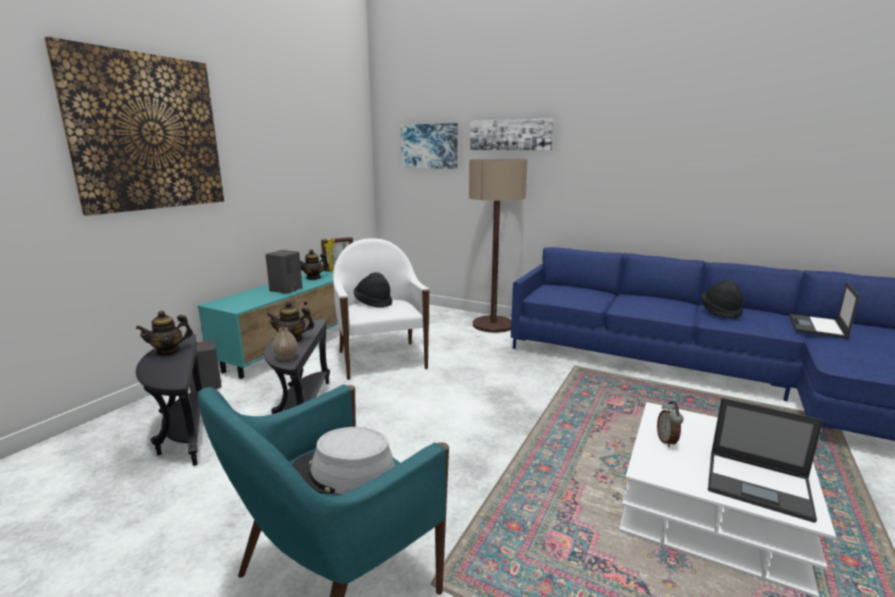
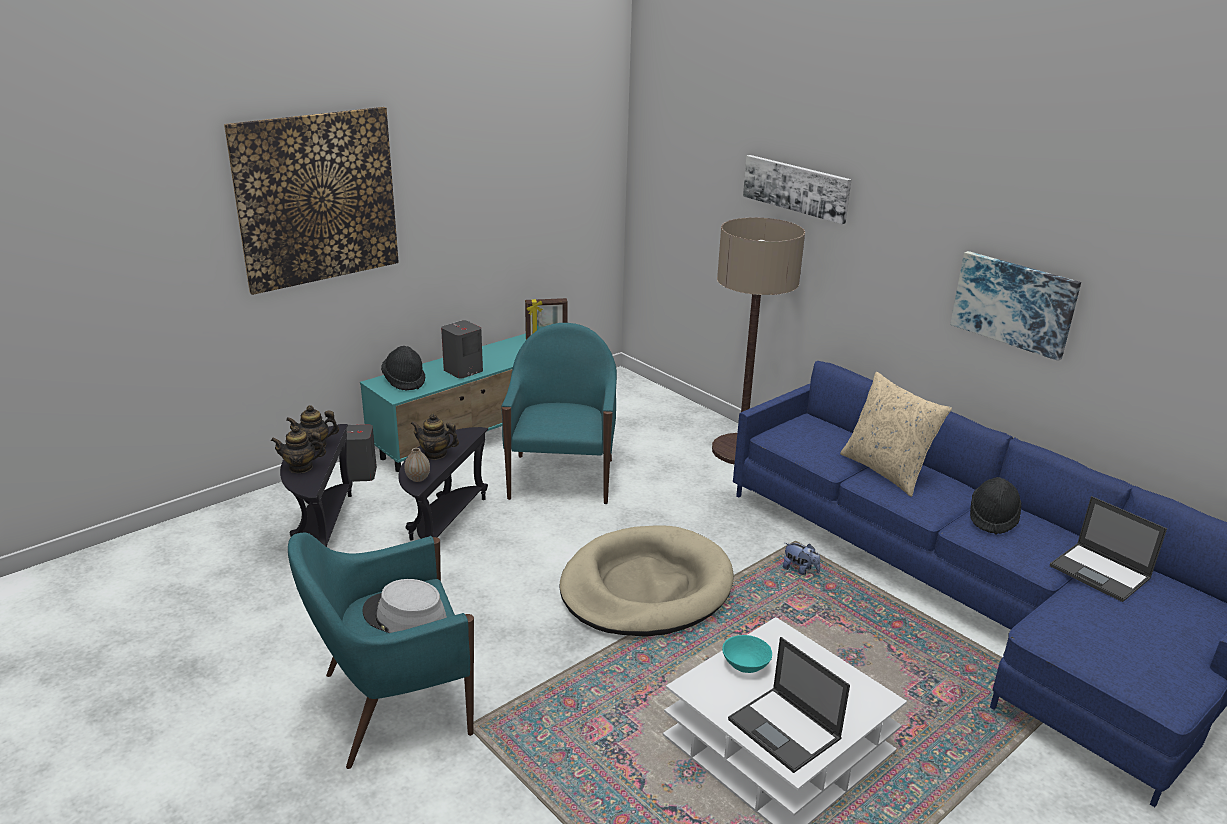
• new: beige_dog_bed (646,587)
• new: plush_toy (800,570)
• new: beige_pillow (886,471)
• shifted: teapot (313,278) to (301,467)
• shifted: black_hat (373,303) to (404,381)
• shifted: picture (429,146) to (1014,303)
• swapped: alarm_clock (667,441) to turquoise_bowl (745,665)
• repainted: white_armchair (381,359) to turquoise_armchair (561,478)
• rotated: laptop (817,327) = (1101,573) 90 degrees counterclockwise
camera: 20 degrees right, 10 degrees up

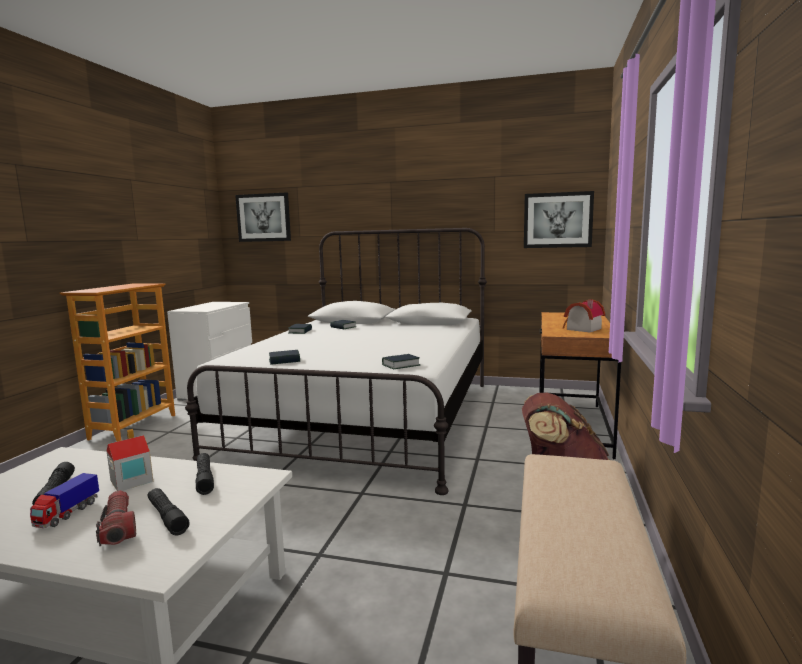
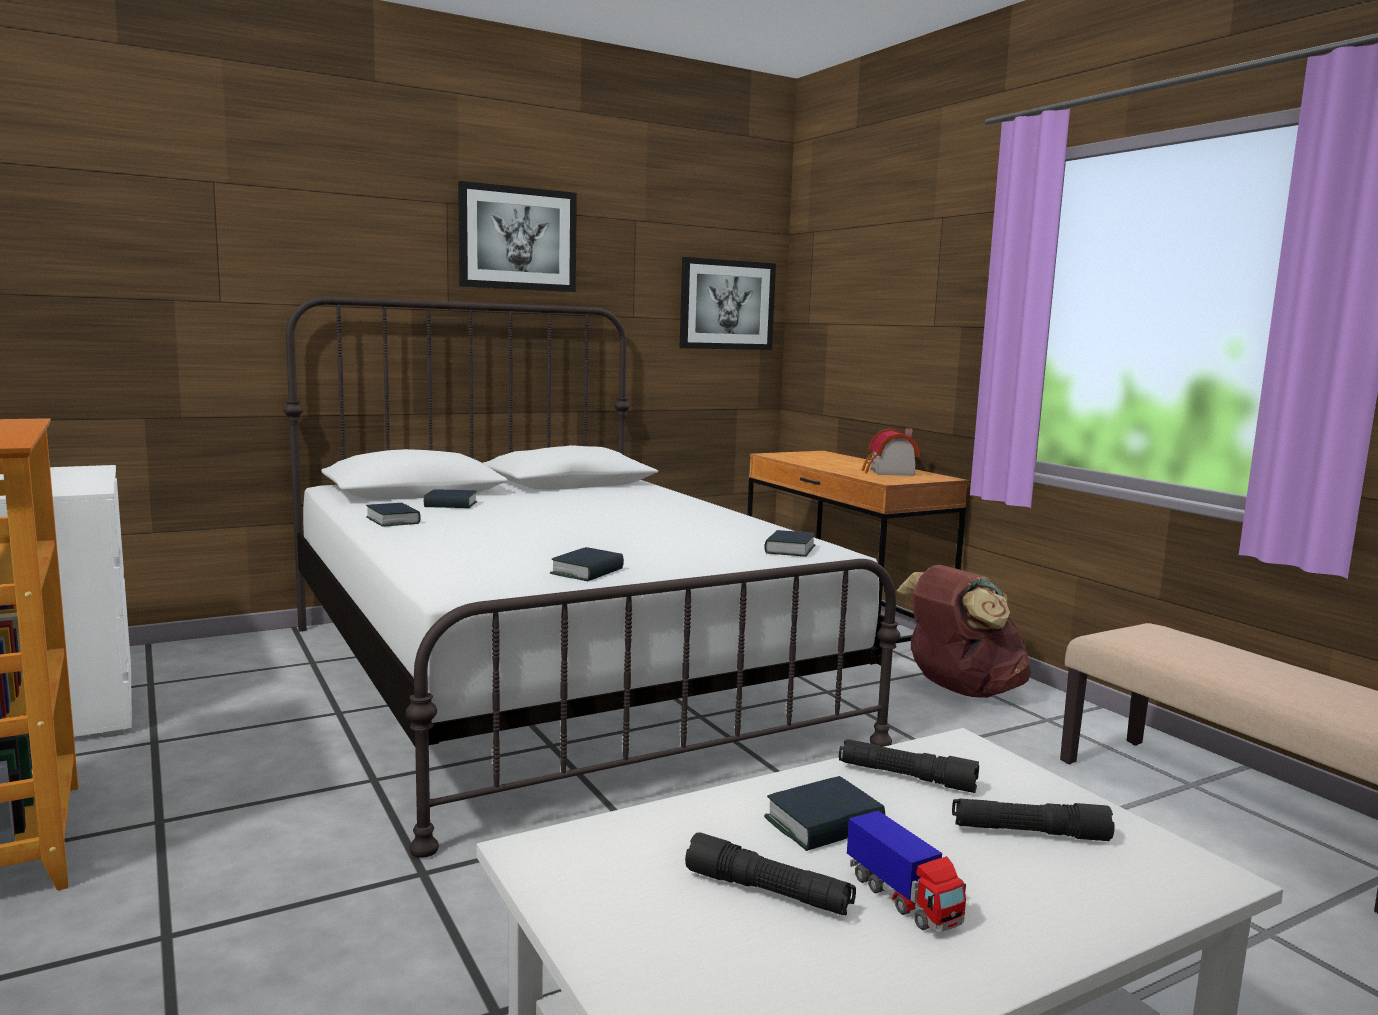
• gone: flashlight (118,527)
• shifted: picture (263,217) to (517,238)
• swapped: toy_house (131,481) to book (824,824)
camera: 45 degrees left, 0 degrees up

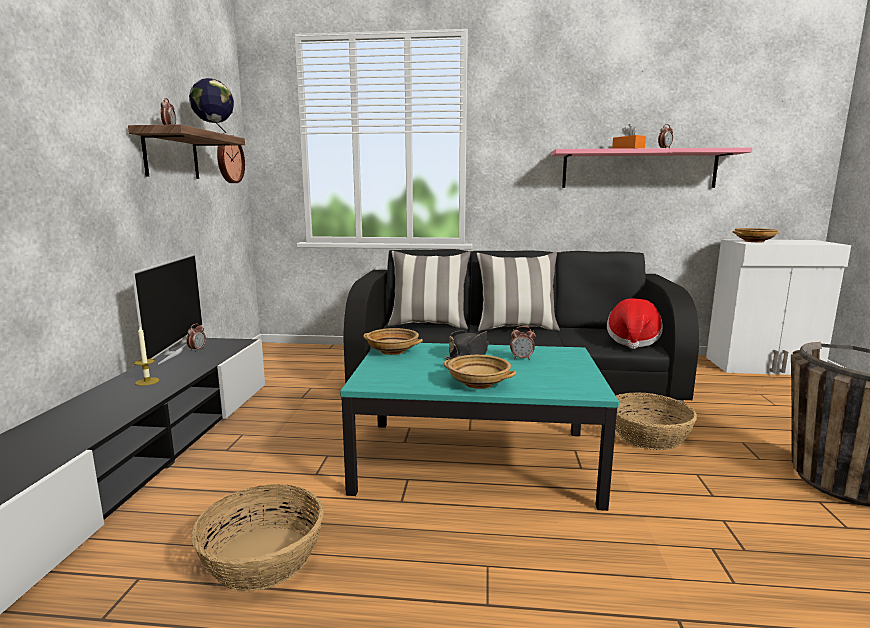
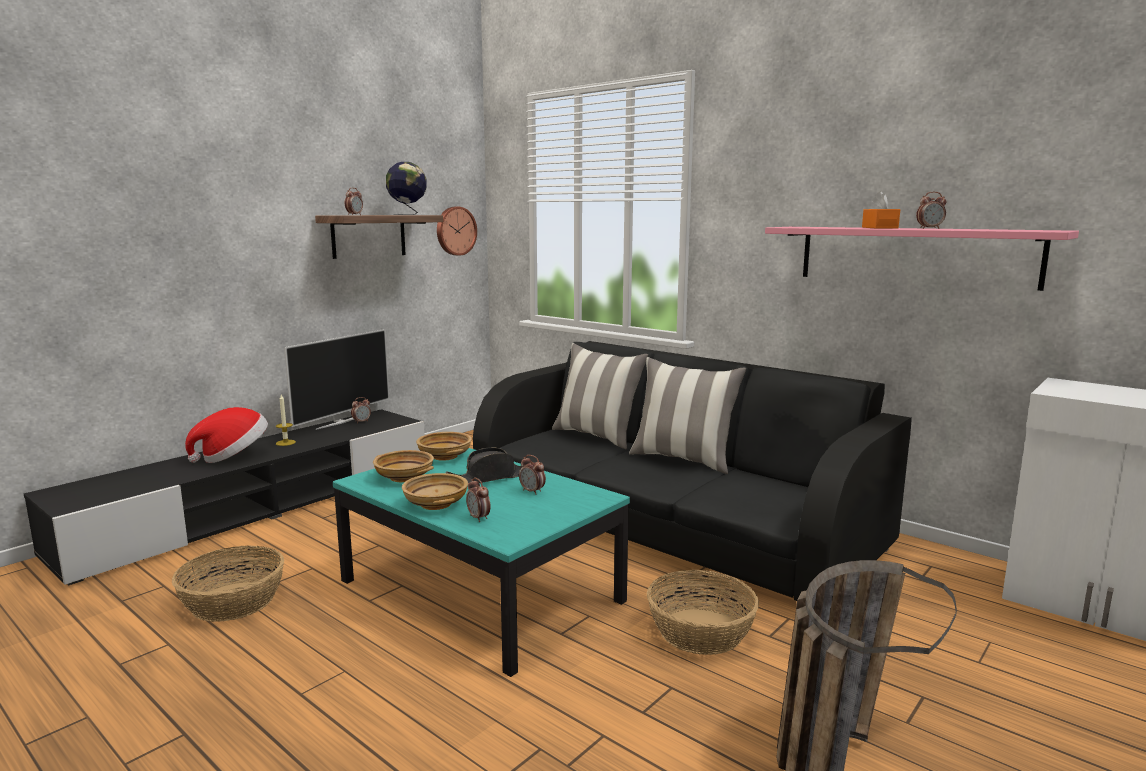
• new: alarm_clock (478,518)
• shifted: hat (632,341) to (233,456)
• shifted: beige_bowl (754,241) to (405,477)
camera: 35 degrees right, 0 degrees up

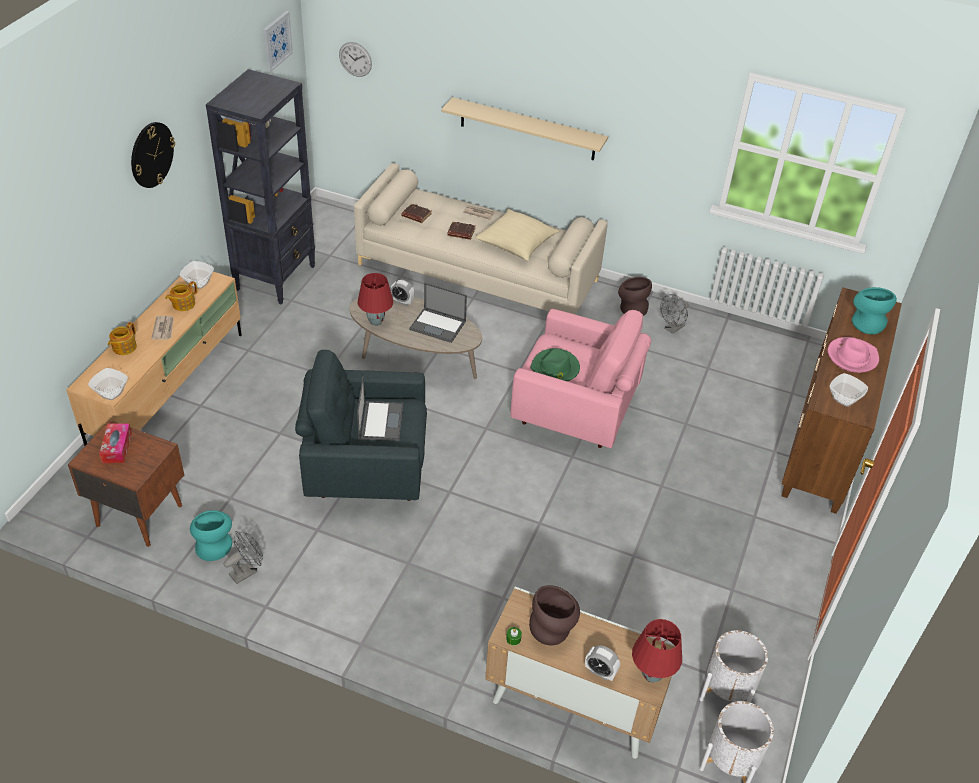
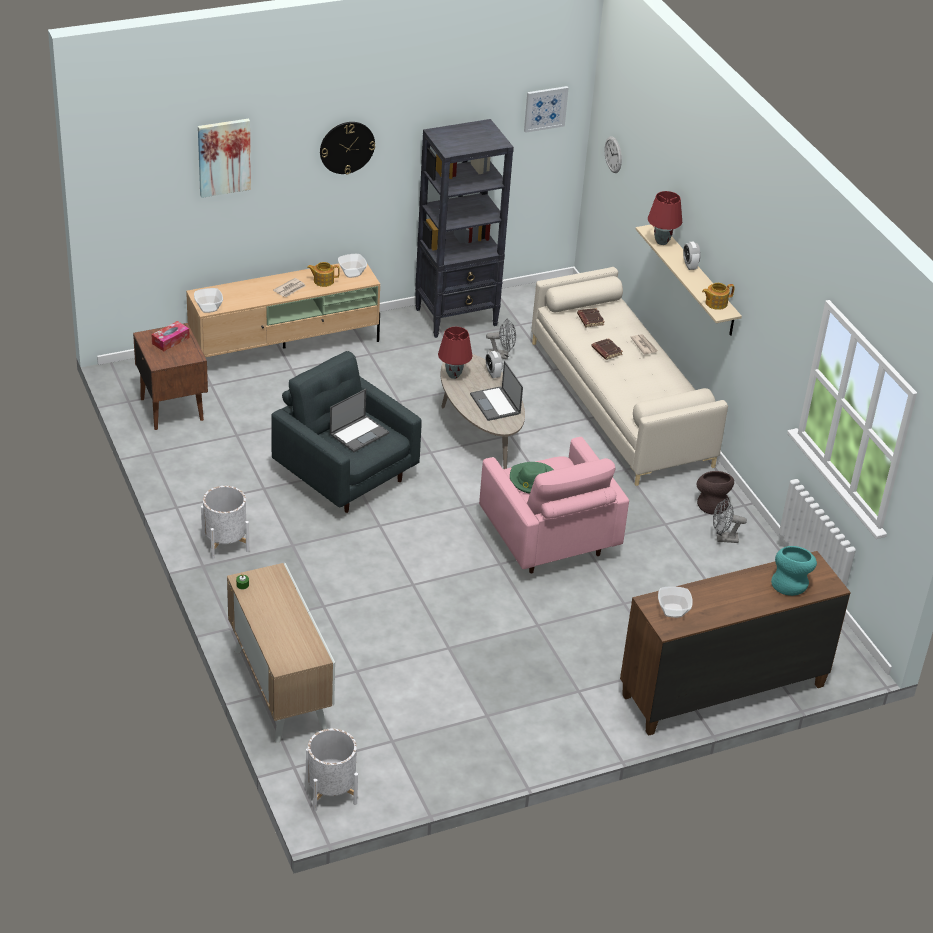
• gone: turquoise_vase (214,545)
• gone: beige_pillow (516,243)
• gone: brown_vase (553,629)
• gone: pink_hat (852,357)
• new: picture (224,157)
• shifted: teapot (123,347) to (715,303)
• shifted: grey_fan (247,571) to (502,355)
• shifted: alarm_clock (600,672) to (689,265)
• shifted: red_table_lamp (650,675) to (661,241)
• shifted: white_planter (727,690) to (225,543)
camera: 45 degrees right, 5 degrees down

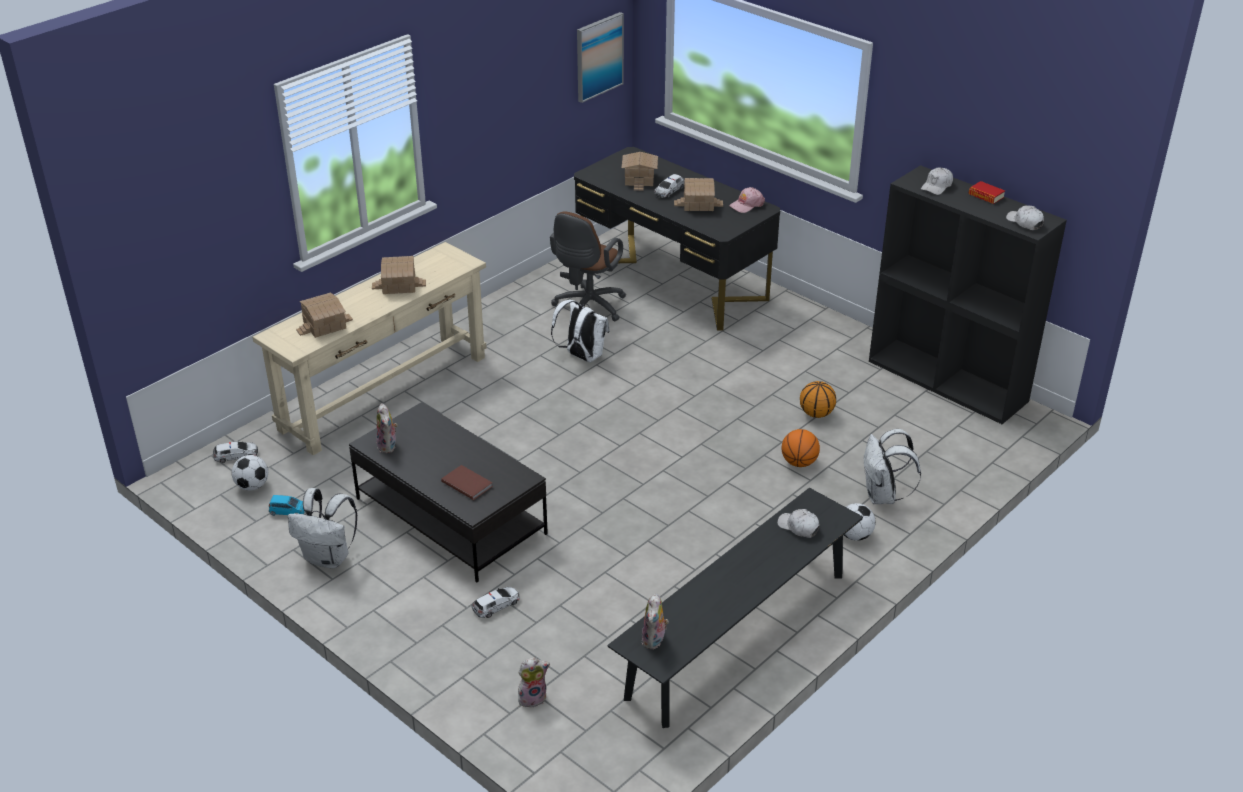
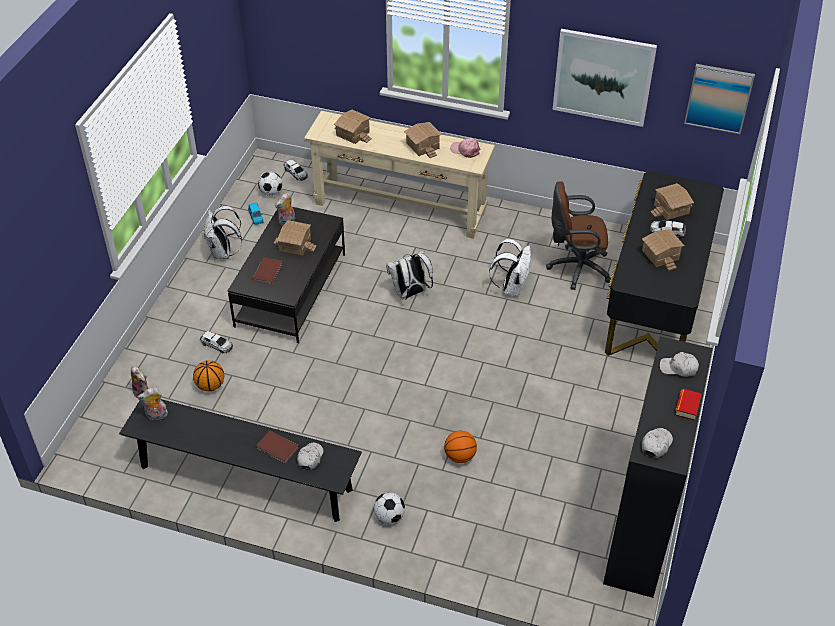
• new: brown_book (277,448)
• new: toy_house (295,244)
• new: picture (603,77)
• shifted: pink_cap (747,205) to (465,150)
• shifted: basketball (816,414) to (210,386)
• shifted: white_backpack (882,496) to (410,293)
camera: 65 degrees right, 10 degrees up

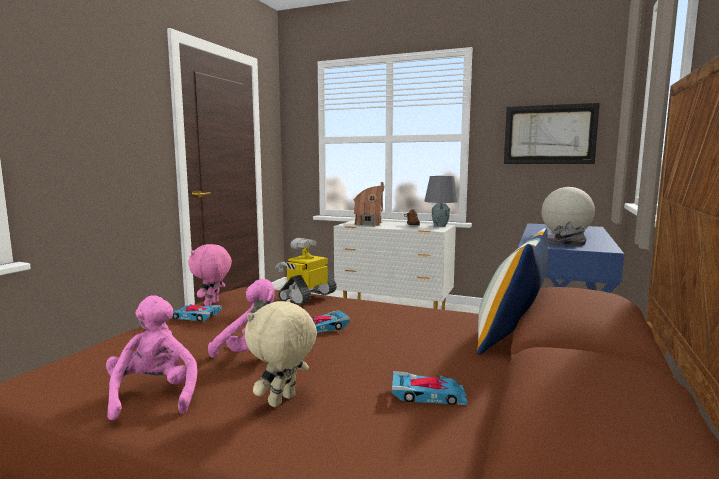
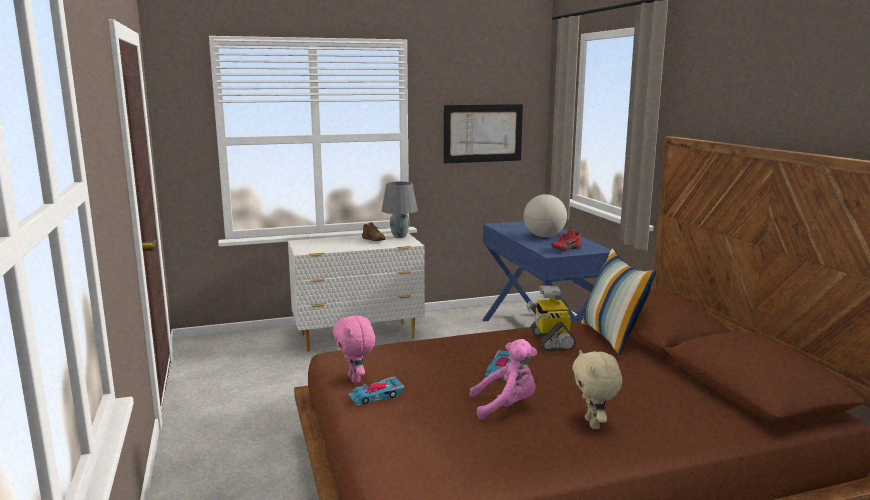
• gone: pink_plush_toy (154,396)
• gone: toy_house (369,224)
• gone: toy_car (428,395)
• shifted: toy_robot (307,296) to (550,340)
• repainted: grey_shoe (561,244) to red_shoe (565,249)
camera: 40 degrees left, 5 degrees up

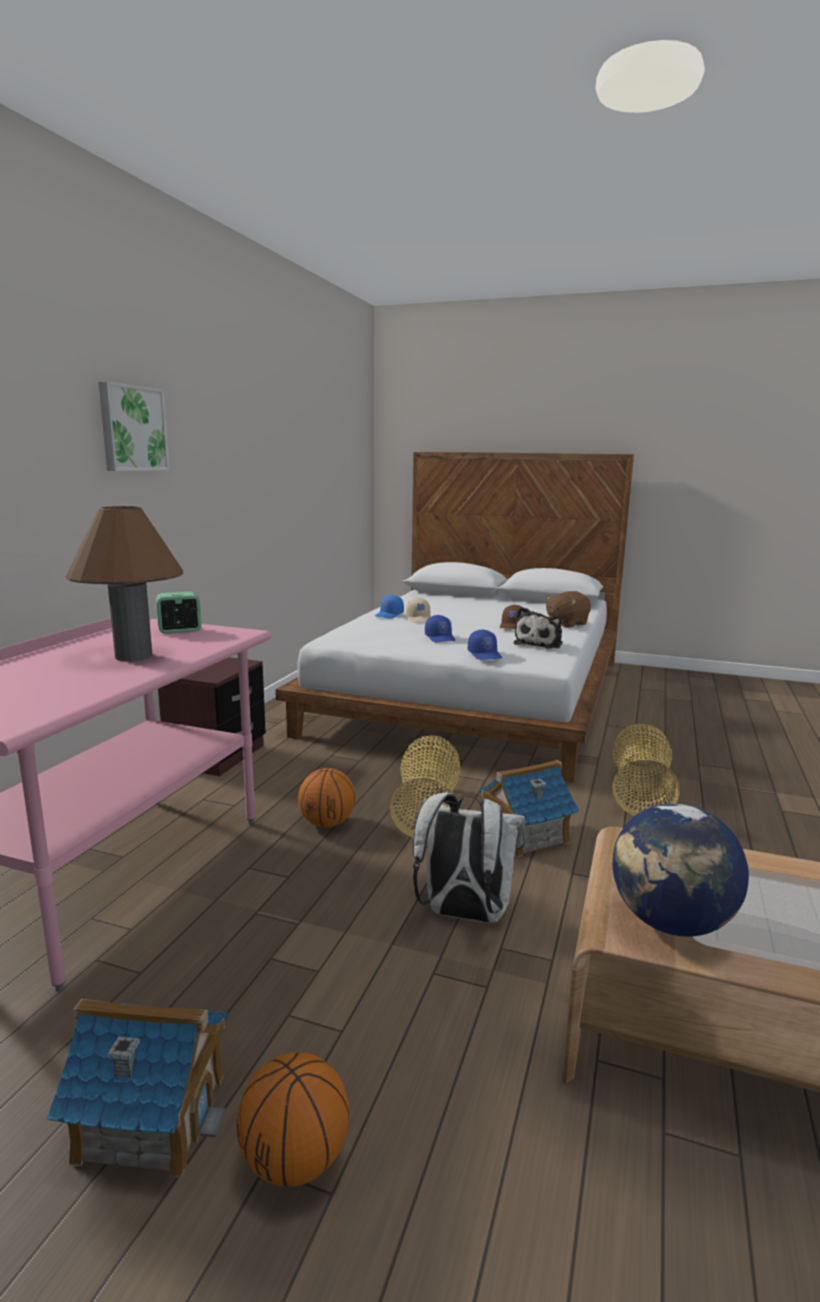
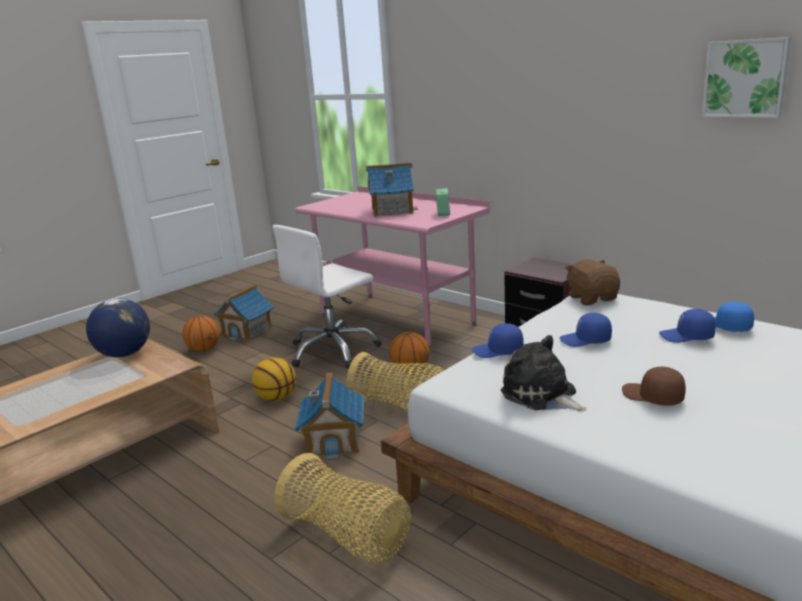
• new: white_office_chair (333,351)
• shifted: picture (132,428) to (745,78)
• shifted: brown_plush_toy (566,624) to (592,298)
• swapped: brown_table_lamp (134,656) to toy_house (391,210)
• swapped: white_backpack (463,914) to basketball (276,398)
• repainted: beige_cap (419,619) to blue_cap (687,336)
camera: 115 degrees right, 5 degrees up

